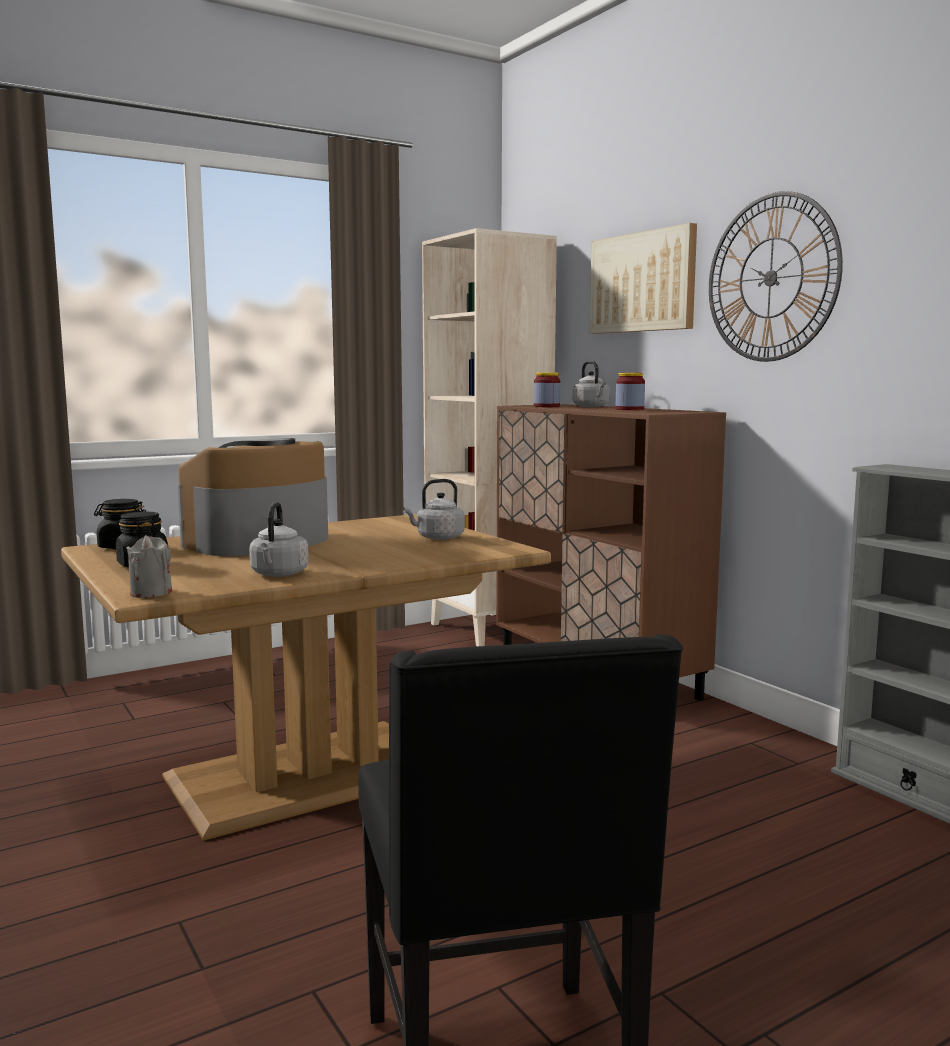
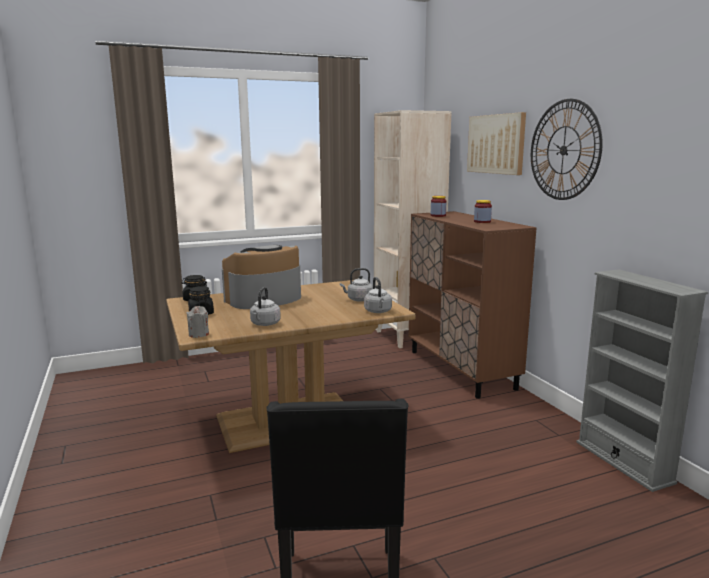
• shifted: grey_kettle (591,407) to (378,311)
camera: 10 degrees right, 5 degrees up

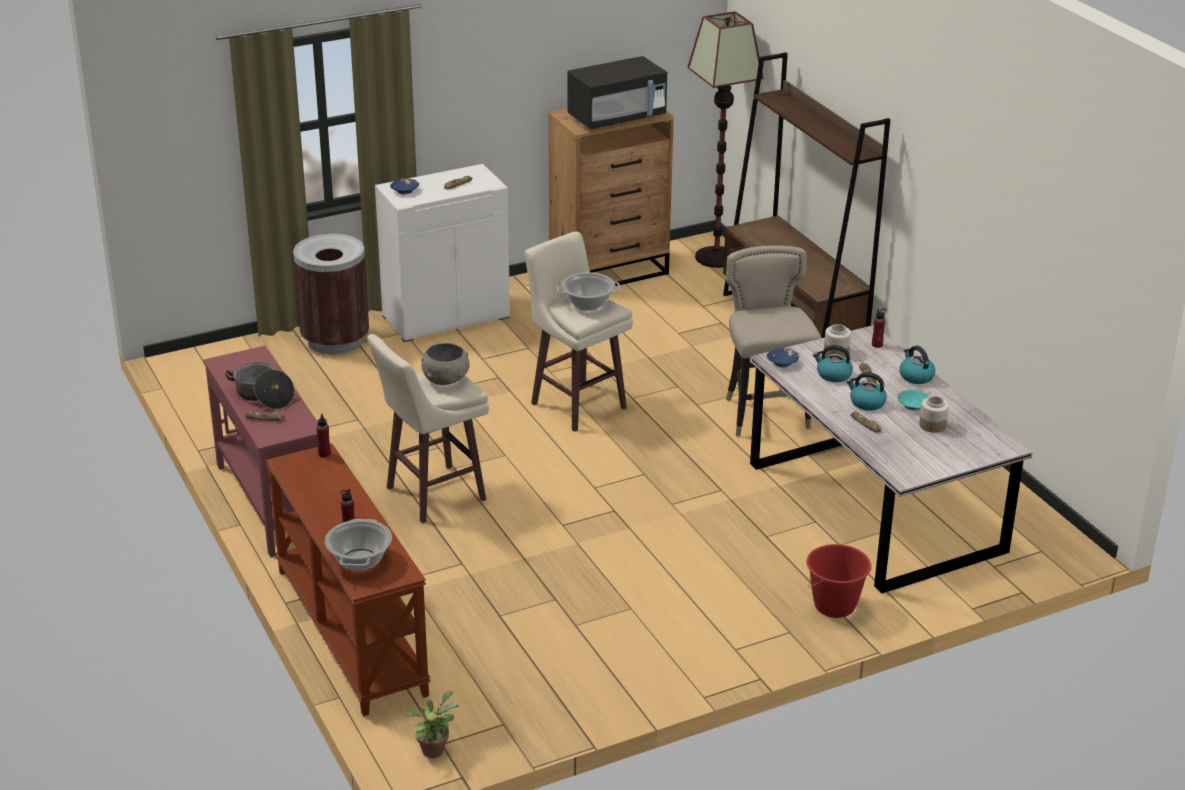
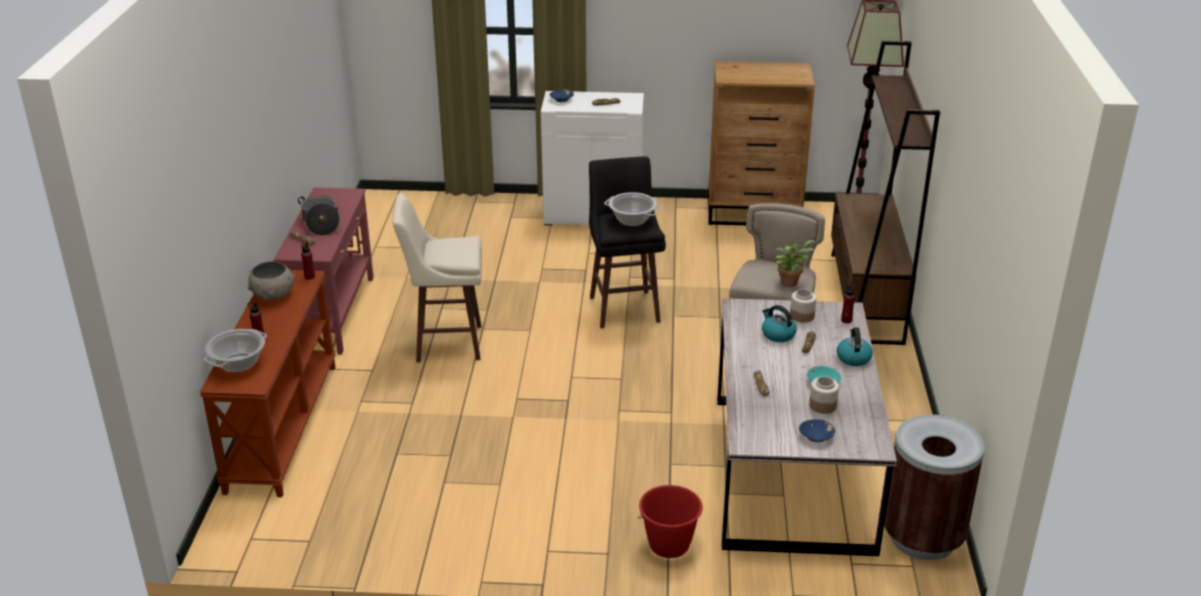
• gone: black_microwave (617,118)
• gone: kettle (866,403)
• shifted: brown_trash_can (336,340) to (923,537)
• shifted: potted_plant (434,749) to (790,282)
• shifted: grey_bowl (446,380) to (273,295)
• shifted: blue_bowl (783,363) to (816,436)
• repainted: beige_stool (577,404) to black_stool (624,308)
camera: 30 degrees right, 0 degrees up

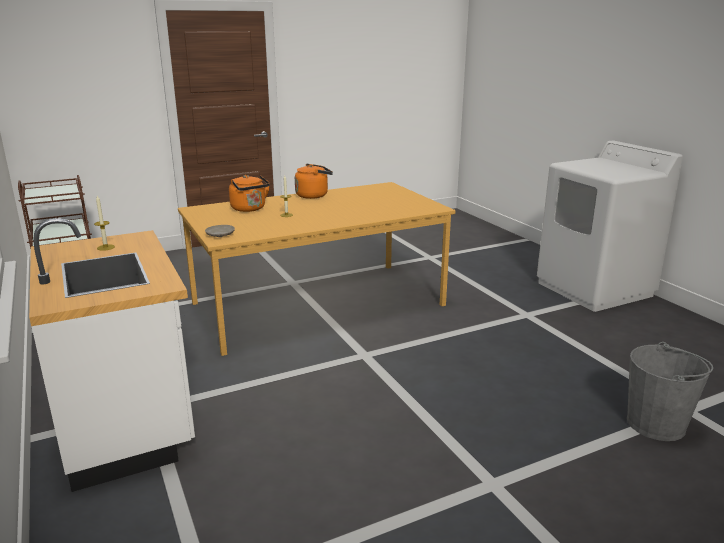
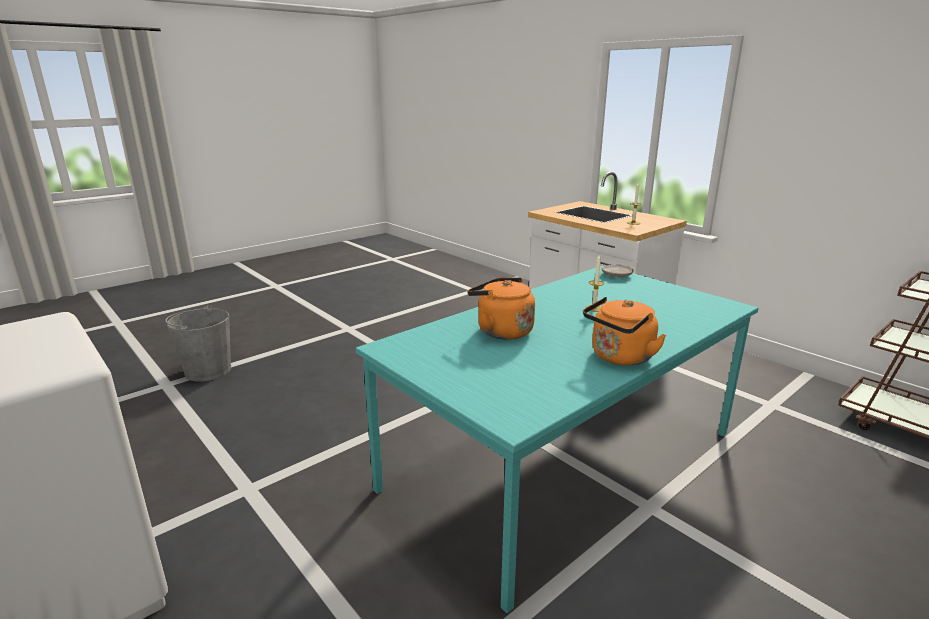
• shifted: orange_kettle (250,209) to (501,331)
• repainted: orange_dining_table (318,305) to turquoise_dining_table (561,458)
camera: 165 degrees right, 0 degrees up

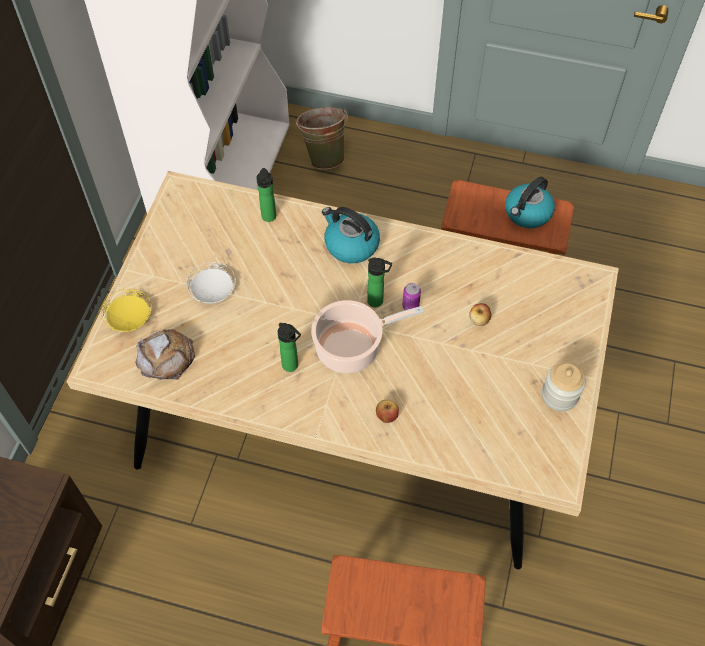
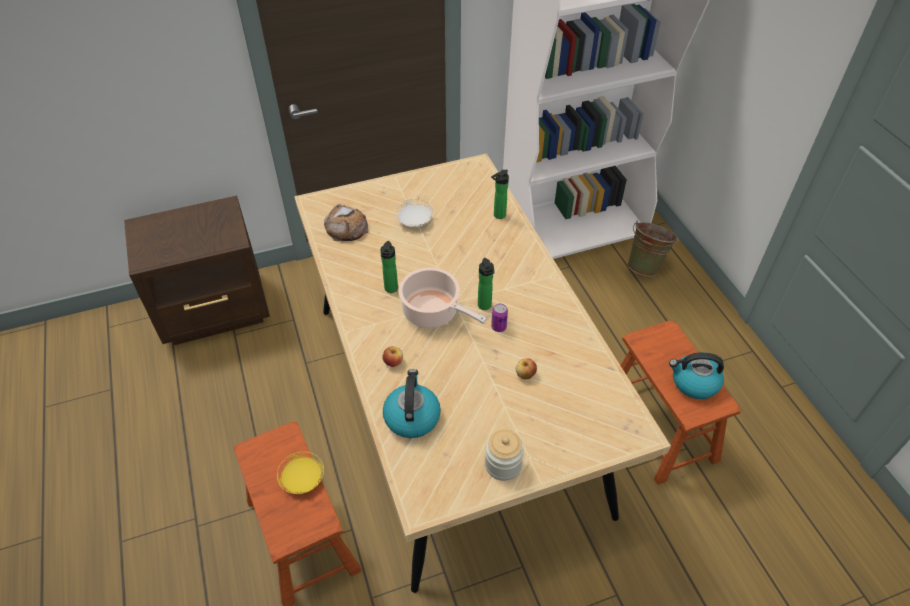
• shifted: yellow_plate (129,318) to (303,479)
• shifted: kettle (350,245) to (412,416)
camera: 55 degrees right, 10 degrees down

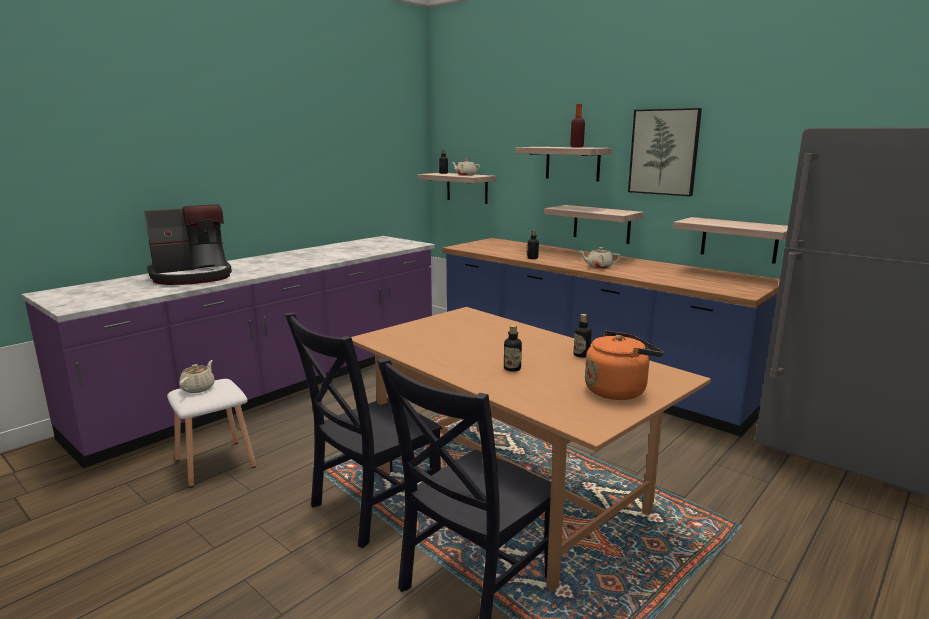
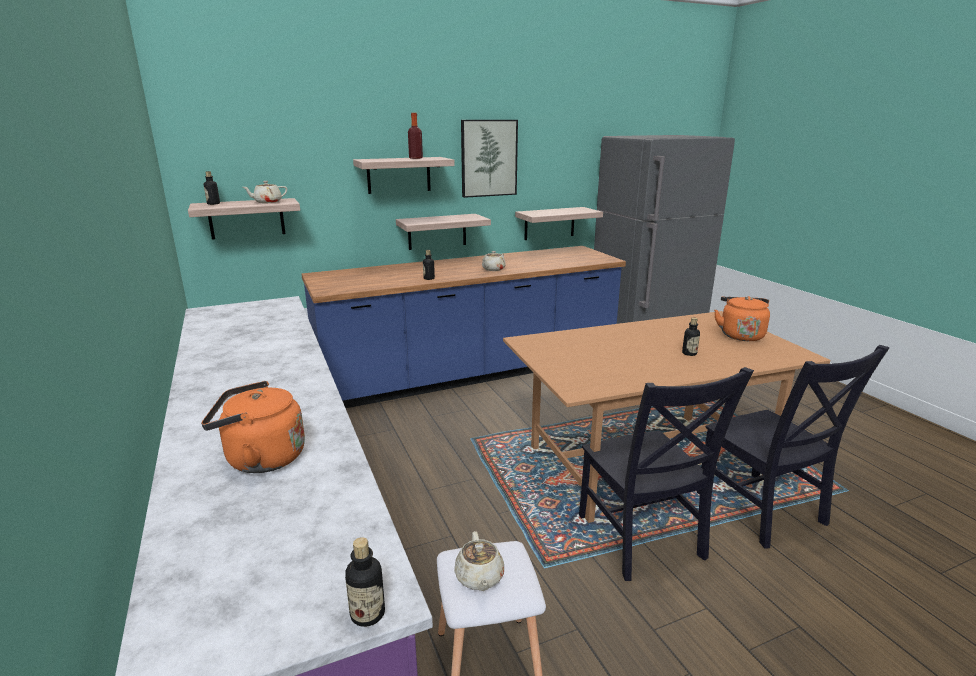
• shifted: bottle (581,355) to (367,614)
• swapped: coffee_machine (192,276) to orange_kettle (260,459)
• rotated: beige_teapot (198,388) = (479,578) 135 degrees counterclockwise
camera: 65 degrees left, 5 degrees up

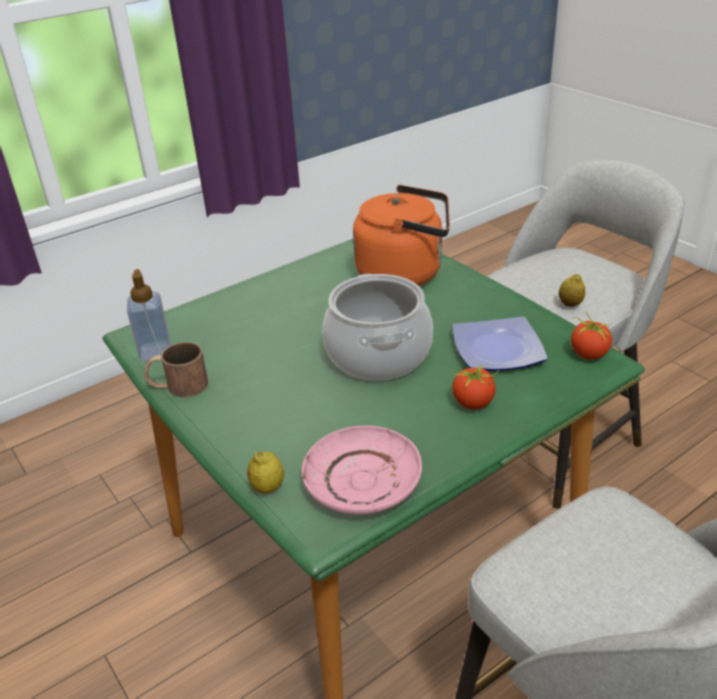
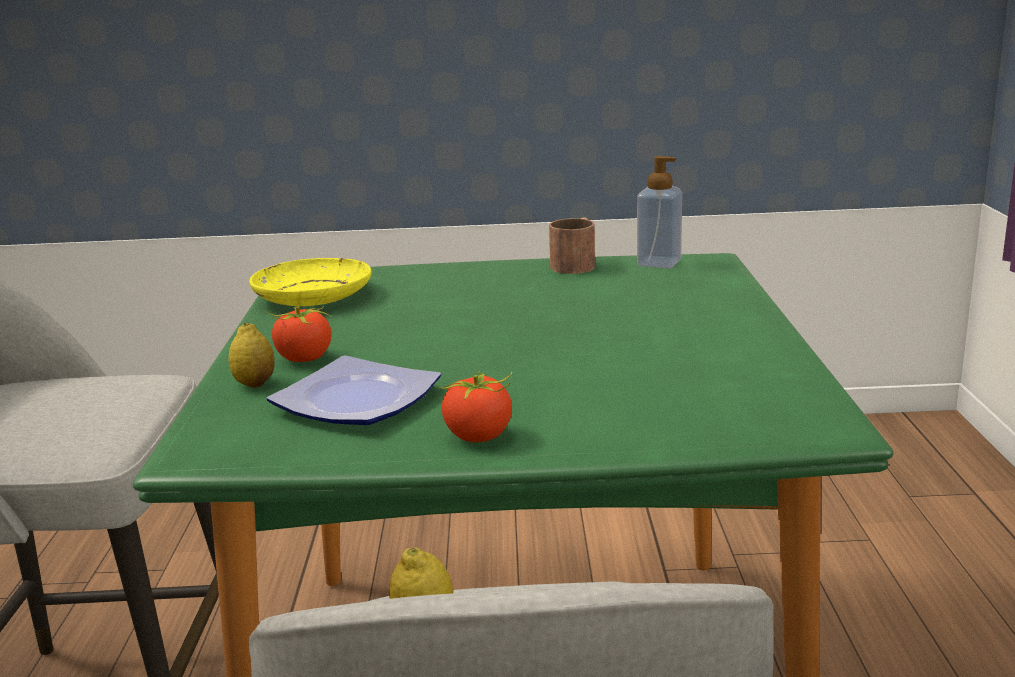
• gone: cooking_pot (379,354)
• gone: orange_kettle (405,273)
• shifted: lemon (268,487) to (254,384)
• shifted: tomato (588,354) to (479,436)
• repainted: pink_plate (363,482) to yellow_plate (312,296)
camera: 125 degrees right, 15 degrees down

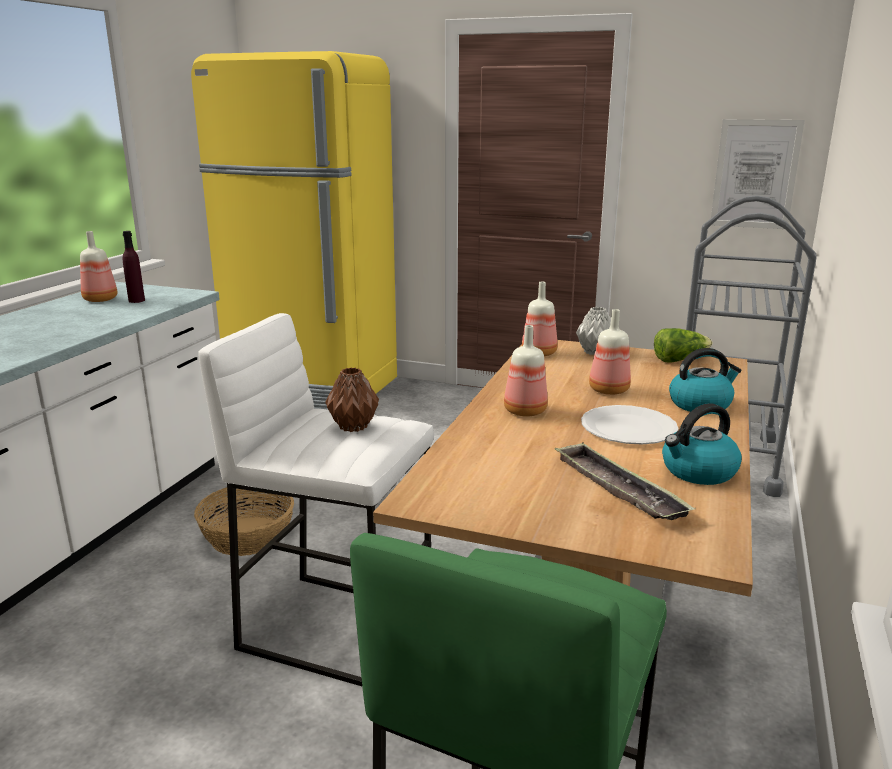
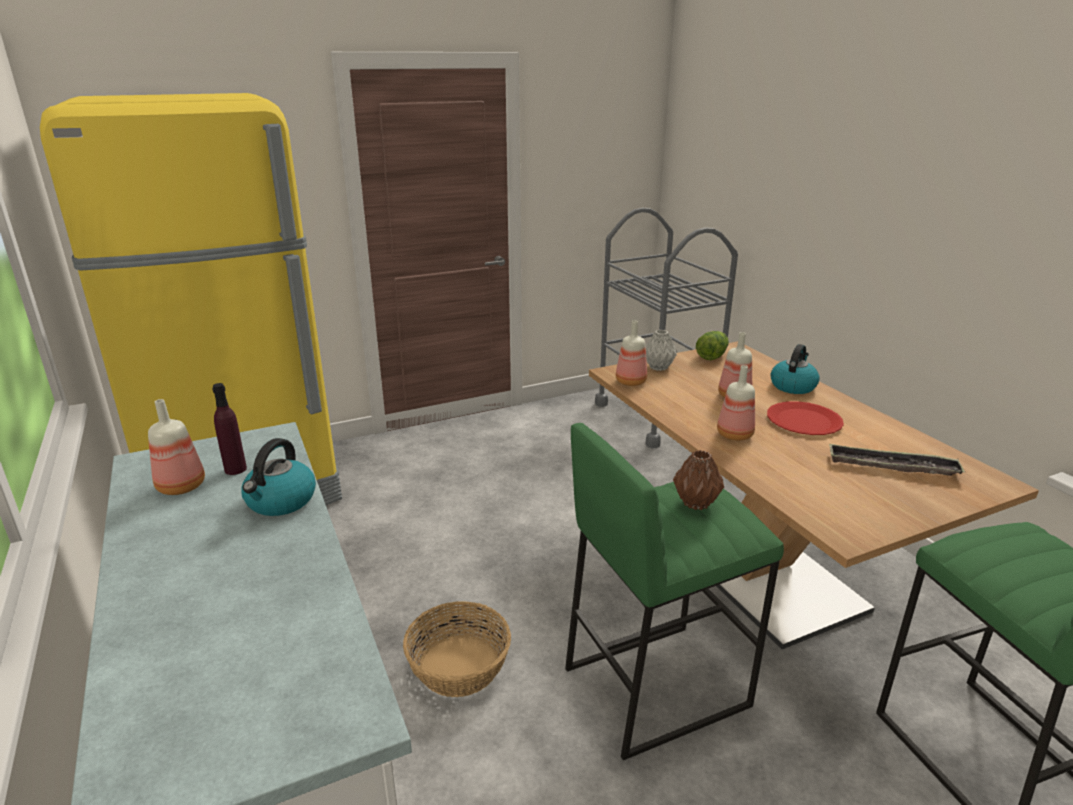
• gone: picture (755,174)
• shifted: kettle (698,471) to (280,501)
• repainted: white_stool (338,627) to green_stool (655,685)
• repainted: white_plate (628,428) to red_plate (804,420)
camera: 45 degrees left, 5 degrees up

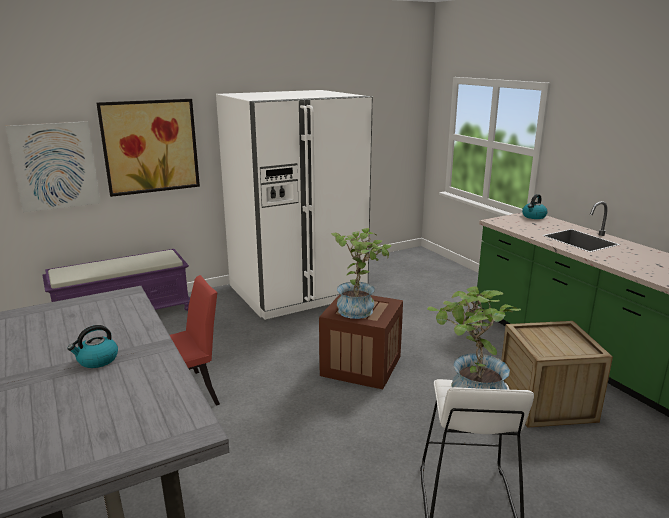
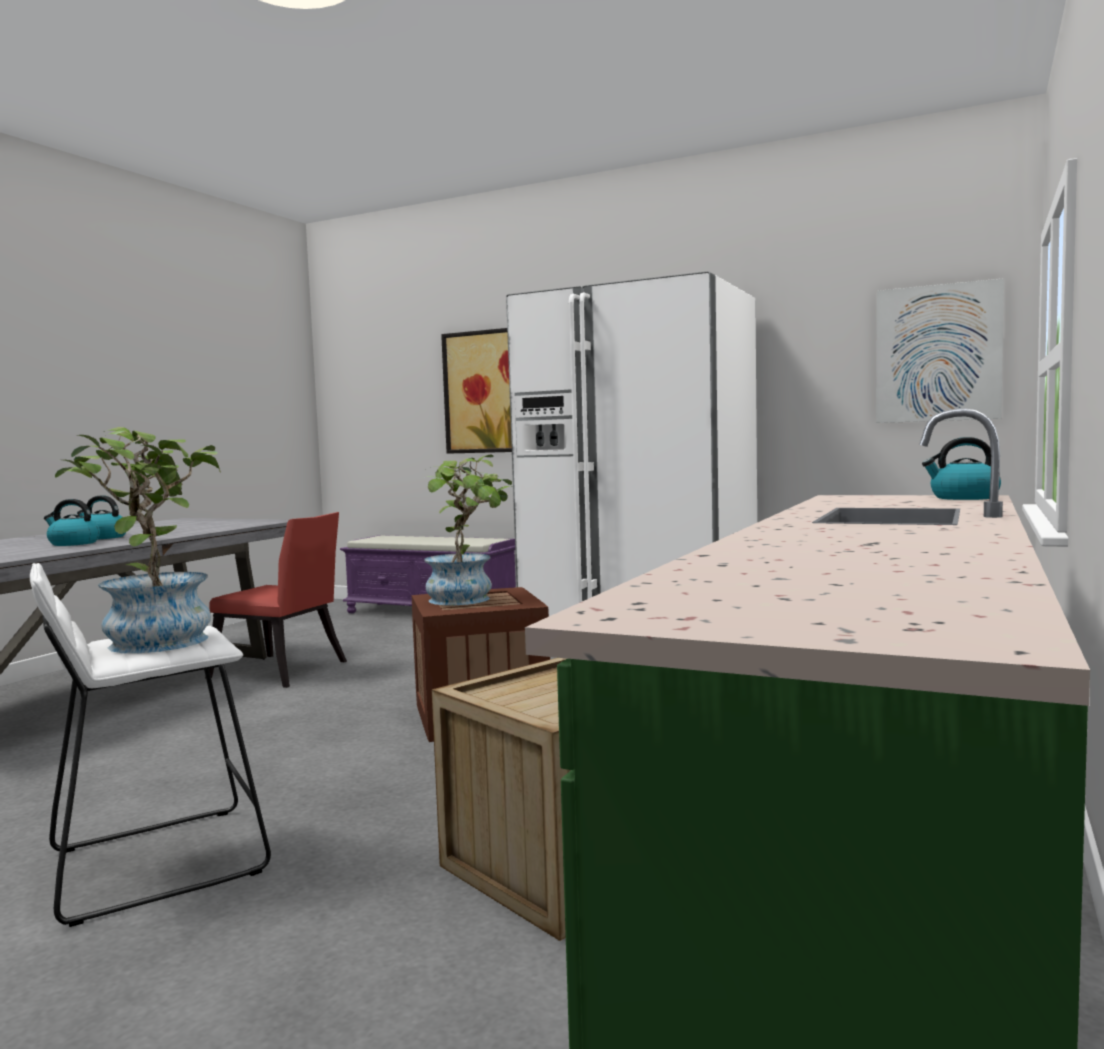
• new: kettle (73,543)
• shifted: picture (55,166) to (937,353)
camera: 55 degrees right, 15 degrees down

